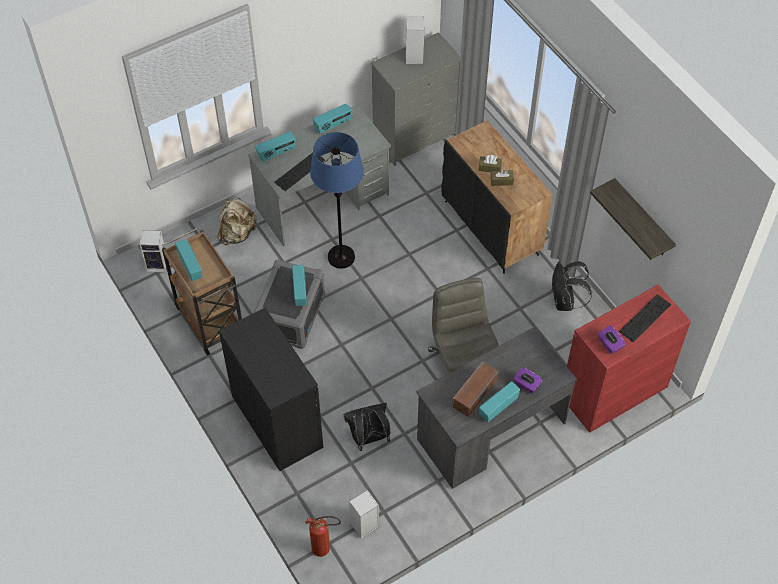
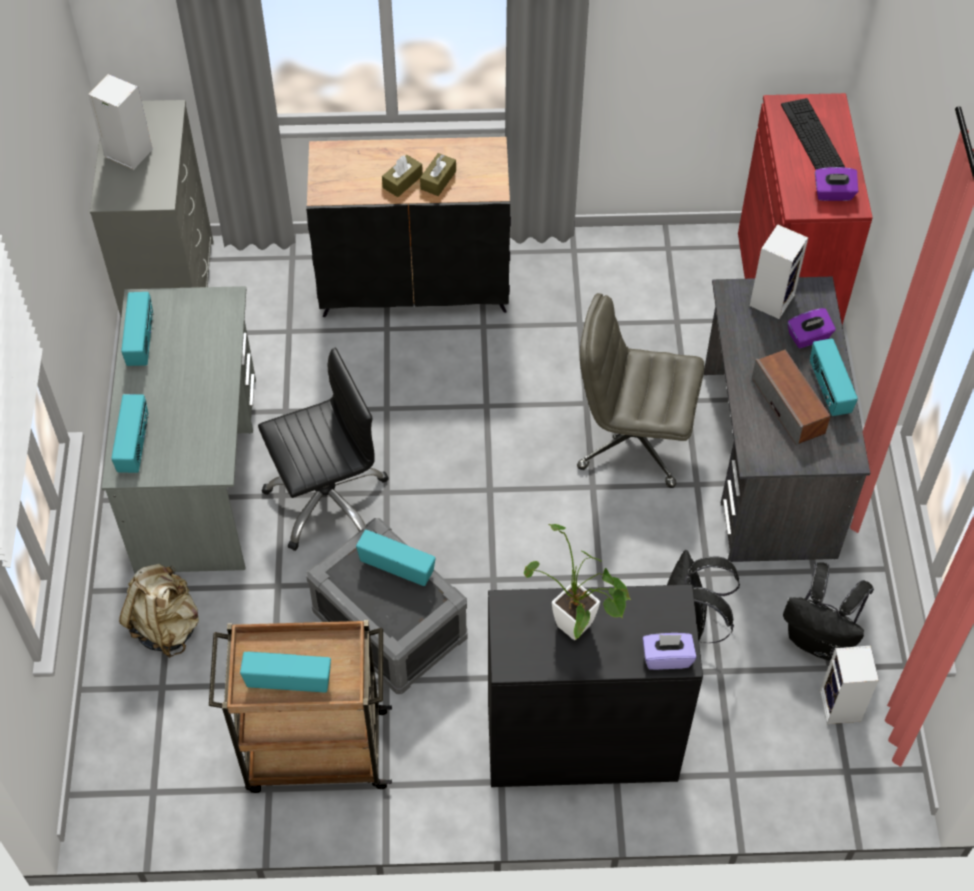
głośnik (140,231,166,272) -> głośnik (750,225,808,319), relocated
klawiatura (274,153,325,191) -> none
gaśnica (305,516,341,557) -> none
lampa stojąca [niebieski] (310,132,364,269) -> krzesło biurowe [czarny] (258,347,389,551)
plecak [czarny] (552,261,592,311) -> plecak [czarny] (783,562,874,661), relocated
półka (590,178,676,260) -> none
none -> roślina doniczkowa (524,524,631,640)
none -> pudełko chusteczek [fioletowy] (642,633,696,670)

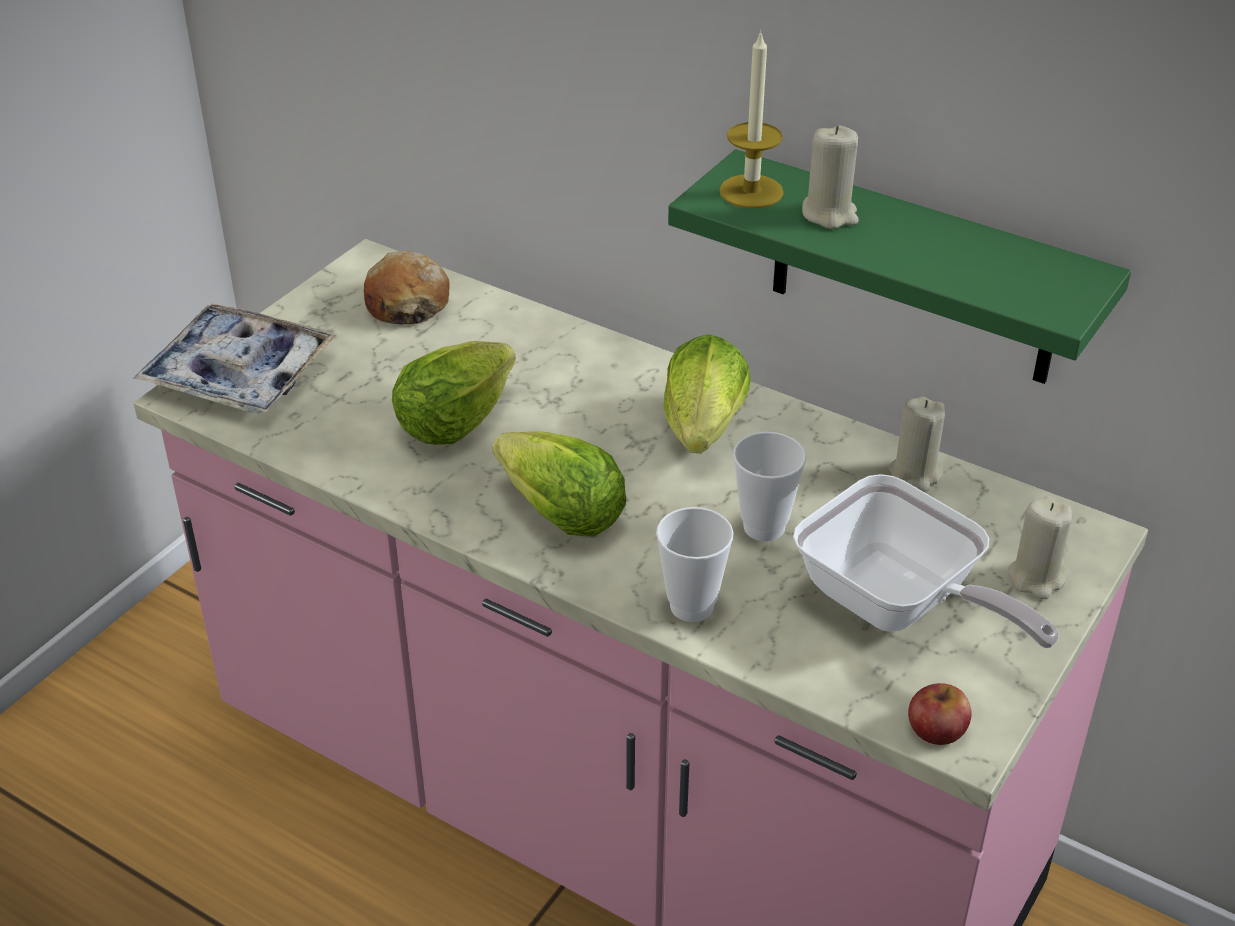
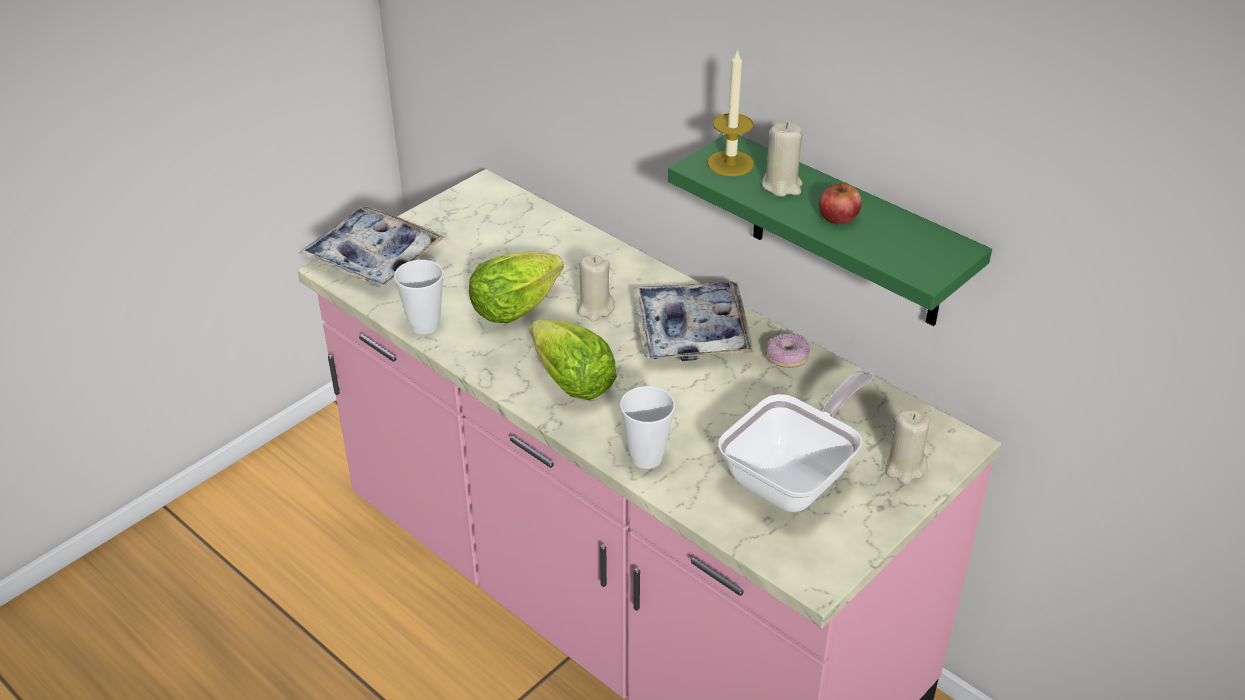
chleb (364,251,450,324) -> none
sałata (664,334,751,454) -> taca (634,281,754,361)
filiżanka (733,432,806,541) -> filiżanka (394,260,444,335), relocated
patelnia (793,474,1059,648) -> patelnia (718,370,873,512), 105 degrees counterclockwise
świeca [beżowy] (889,397,945,492) -> świeca [beżowy] (577,255,615,322), relocated
jabłko (908,683,972,745) -> jabłko (819,182,862,224), relocated
none -> donut (766,333,810,368)

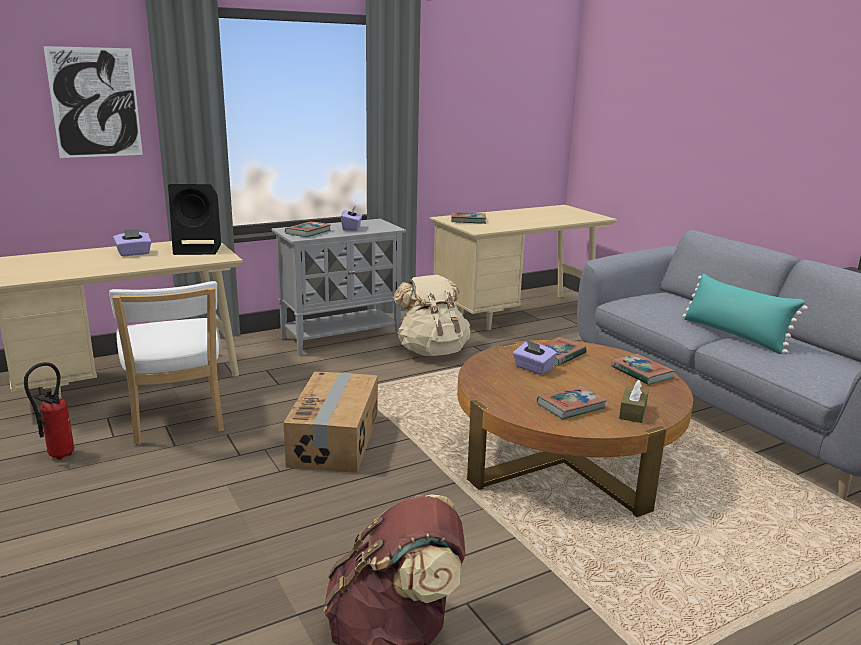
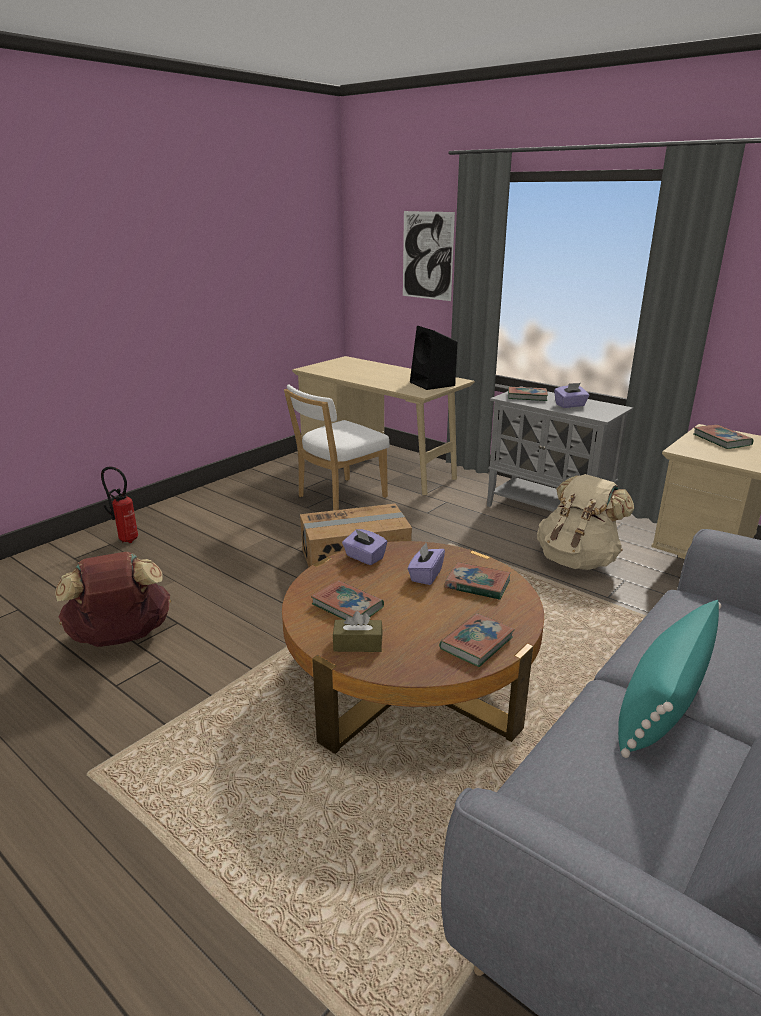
gaśnica (24,362,74,460) -> gaśnica (101,467,138,543), relocated
pudełko chusteczek [fioletowy] (113,229,151,256) -> pudełko chusteczek [fioletowy] (342,529,387,565), relocated

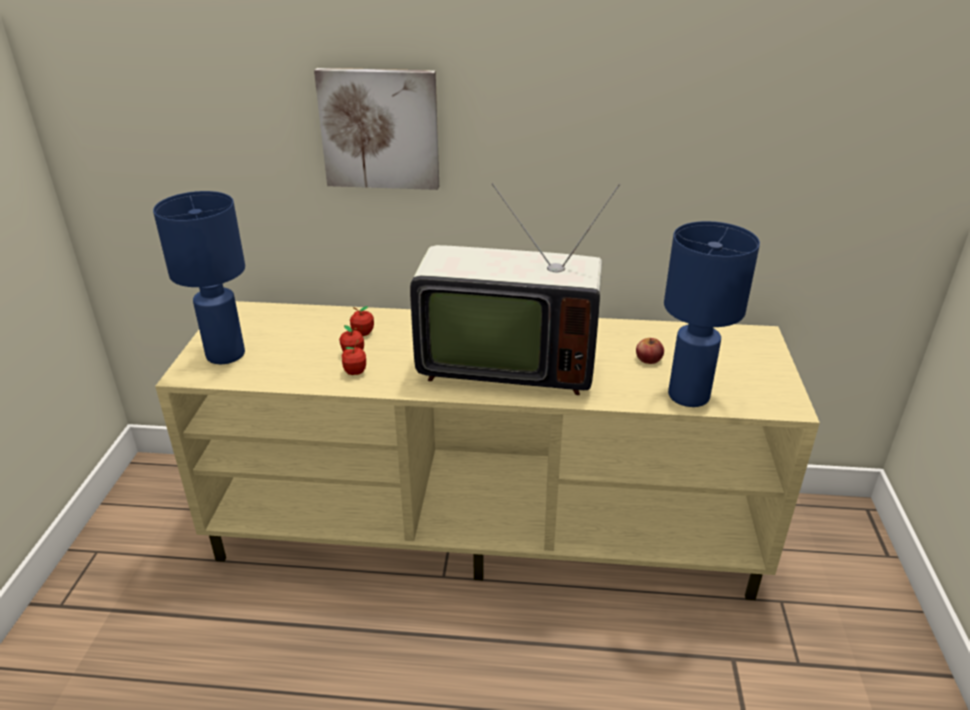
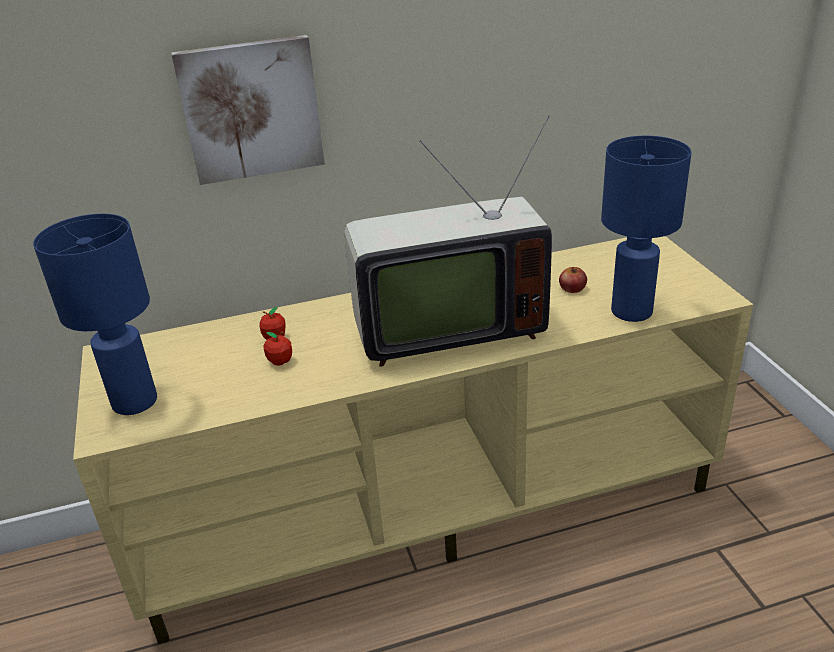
jabłko (342,340,366,375) -> none

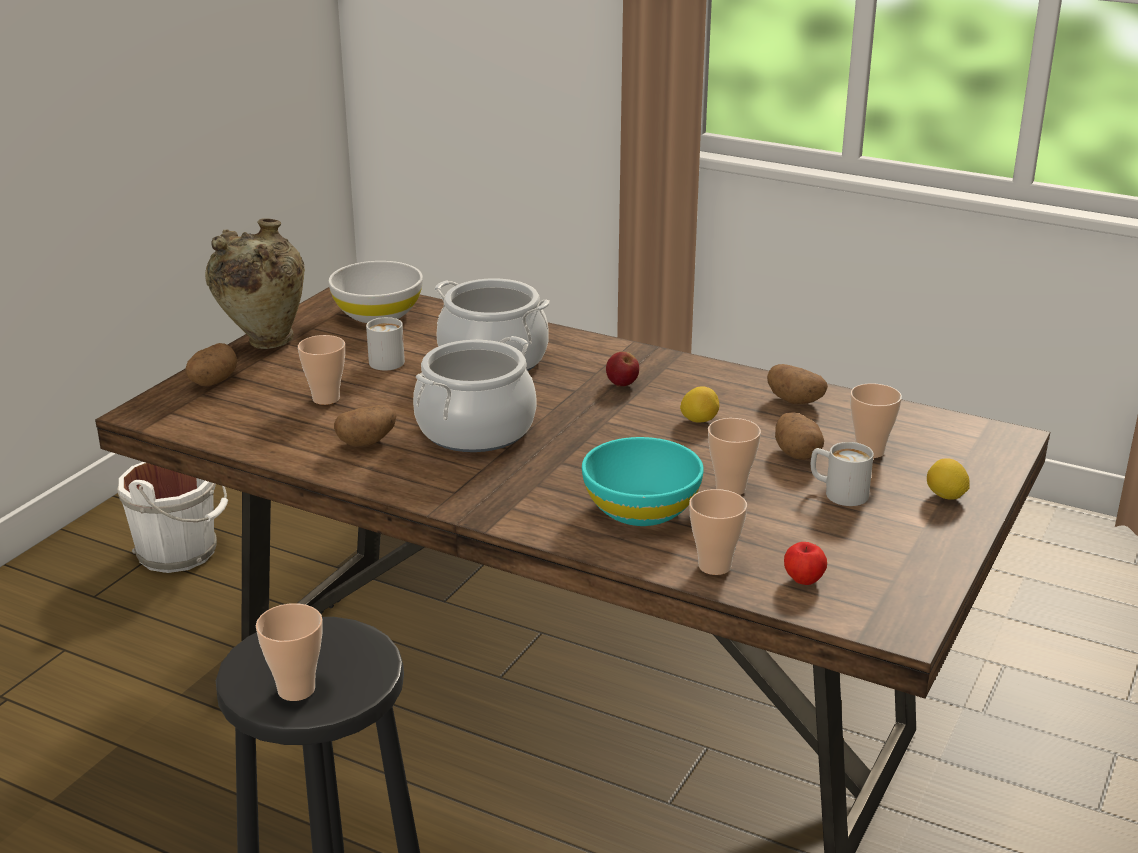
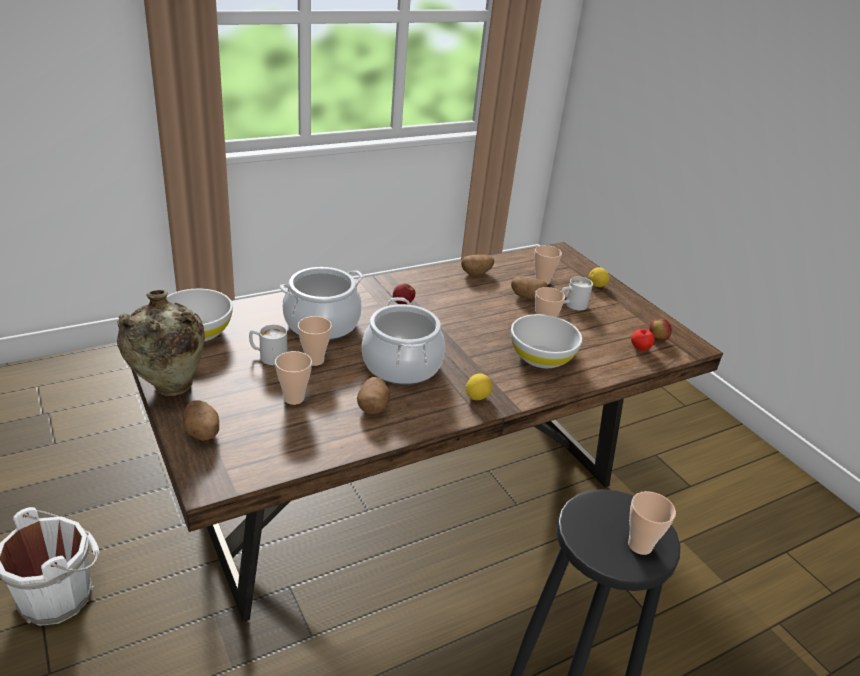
miska [turkusowy] (582,437,704,526) -> miska [biały] (511,314,582,368)
cytryna (680,386,719,423) -> cytryna (466,373,492,400), relocated
filiżanka (689,489,747,575) -> filiżanka (298,316,332,366), relocated
none -> jabłko (649,319,672,340)

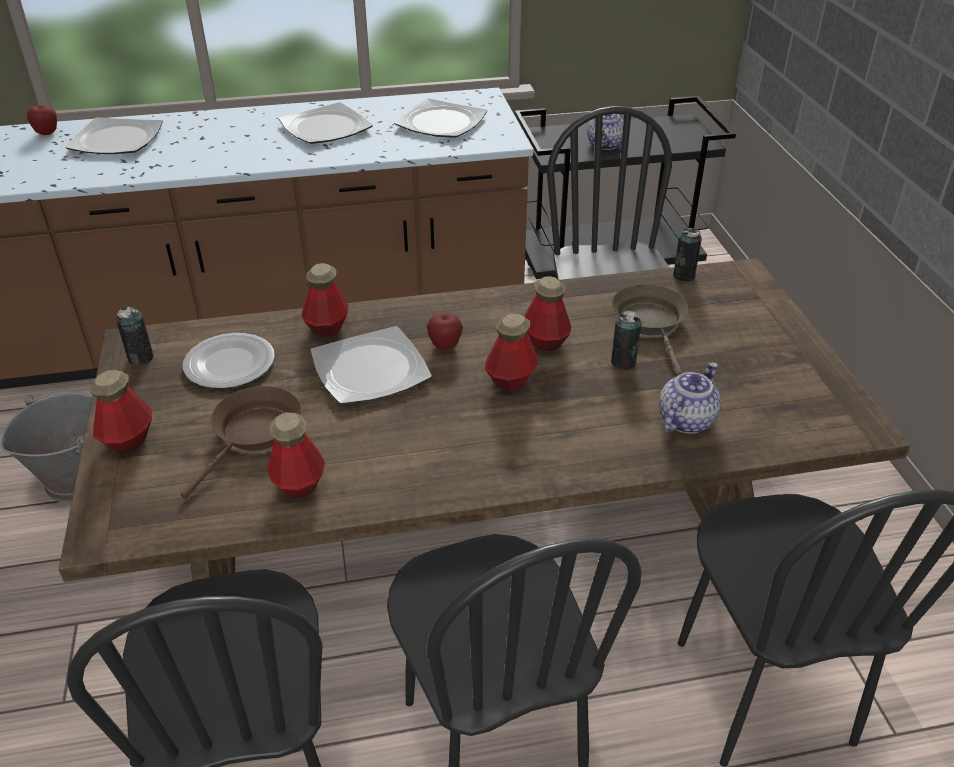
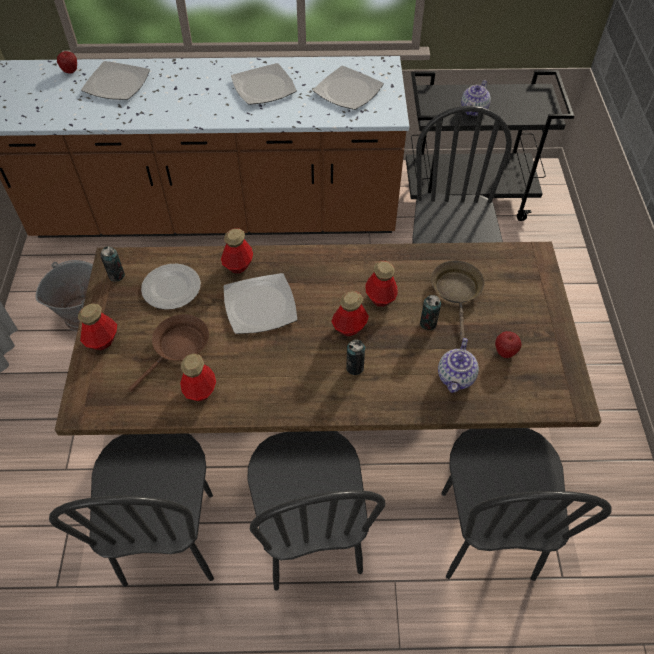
jabłko (427,312,463,350) -> jabłko (495,331,522,358), relocated
imbryk (659,362,721,434) -> imbryk (438,338,479,393), 150 degrees clockwise
puszka (673,228,702,282) -> puszka (346,340,365,375), relocated

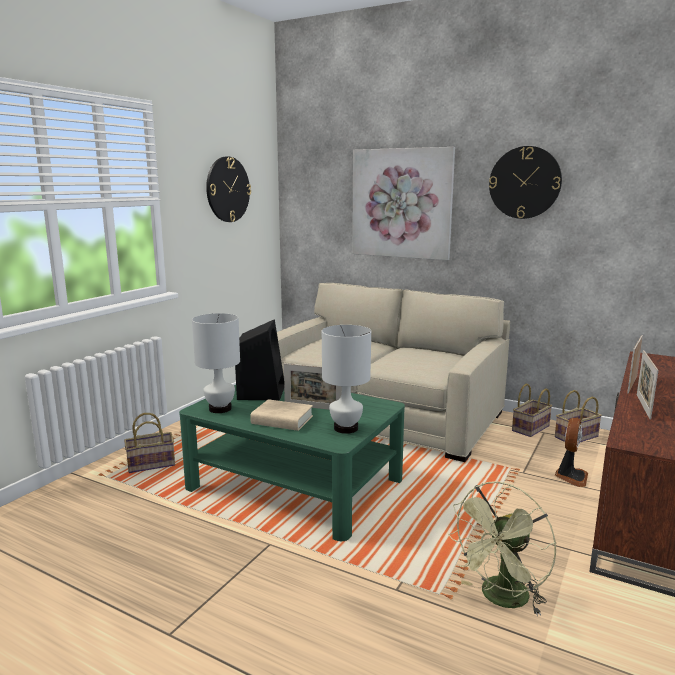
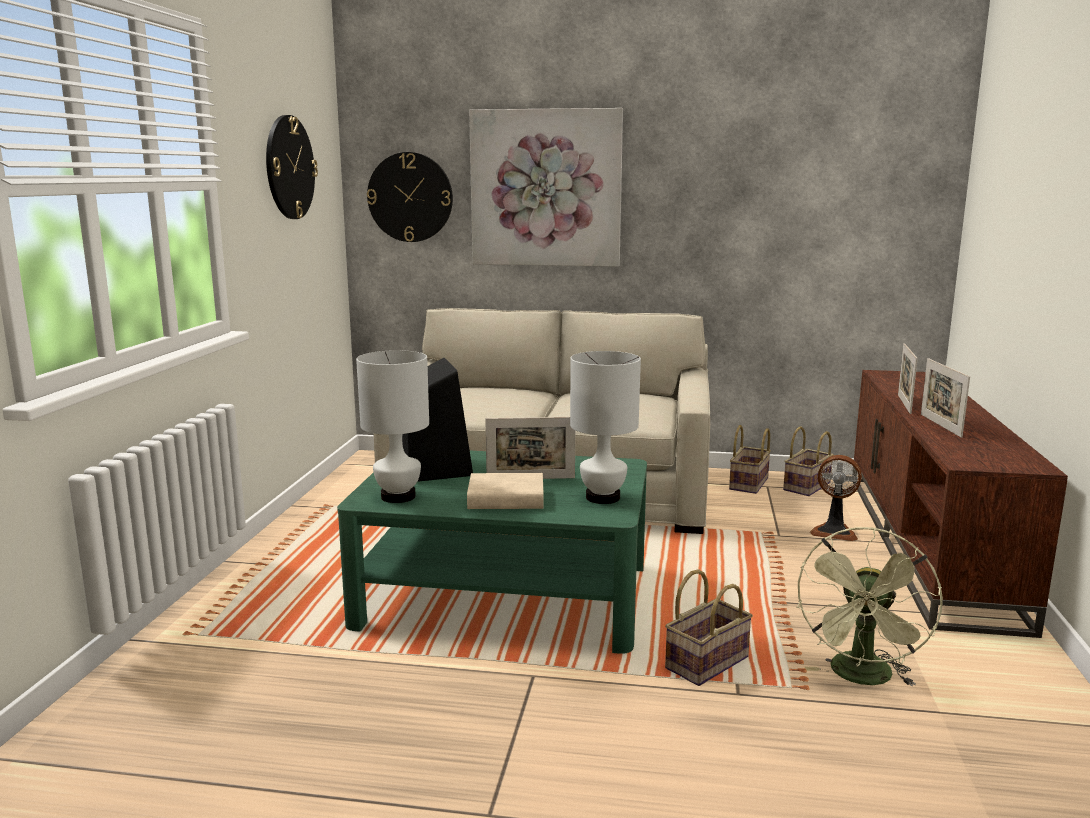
koszyk (124,413,175,473) -> koszyk (665,569,753,686), relocated
zegar ścienny (489,146,562,219) -> zegar ścienny (367,152,453,242), relocated
wentylator (555,418,588,487) -> wentylator (810,455,862,541), 105 degrees clockwise

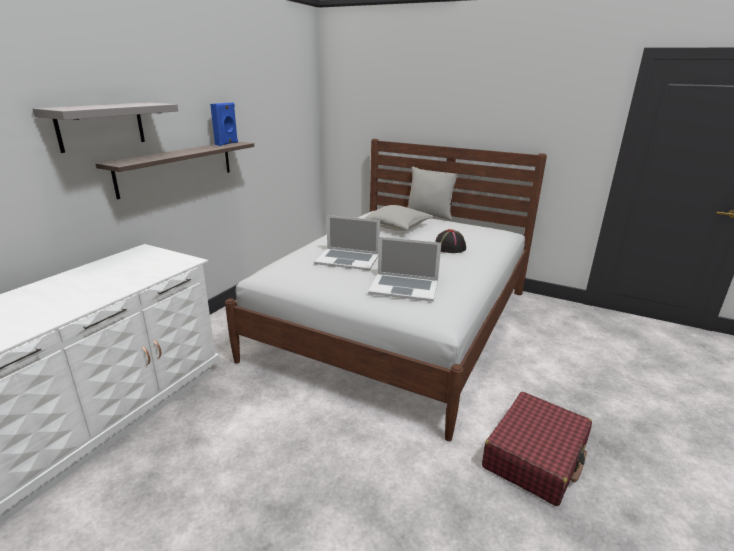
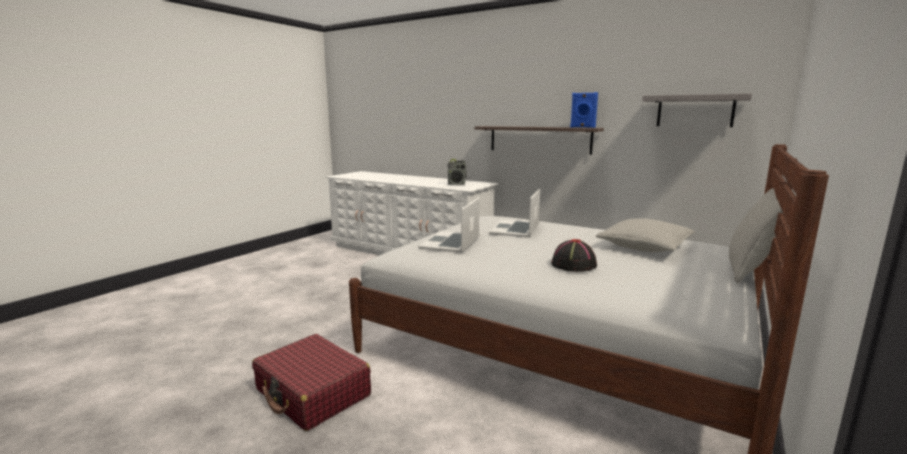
półka [szary] (33,102,178,153) -> półka [szary] (642,94,752,127), relocated
none -> radio (448,159,467,185)

